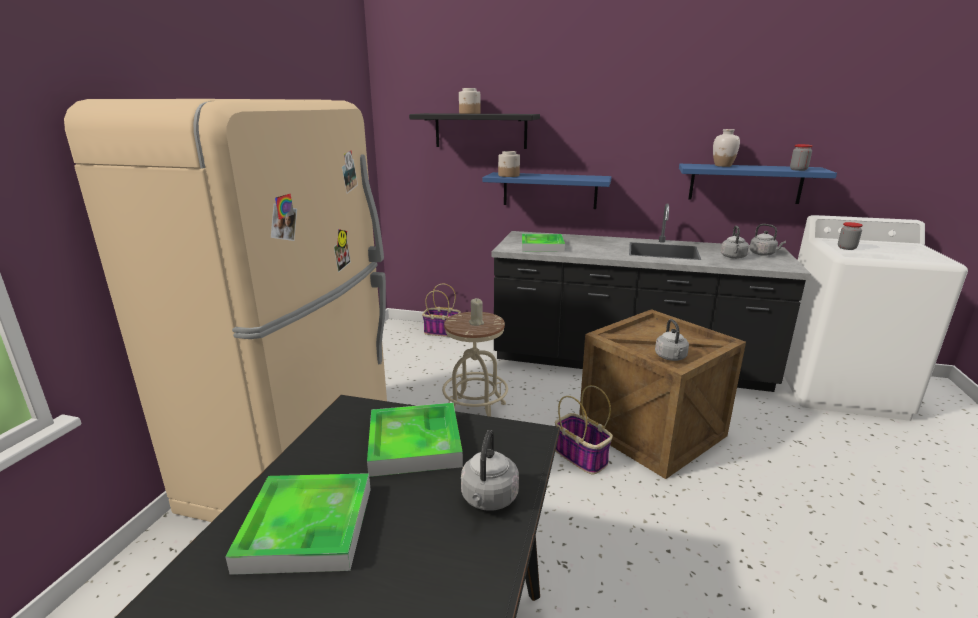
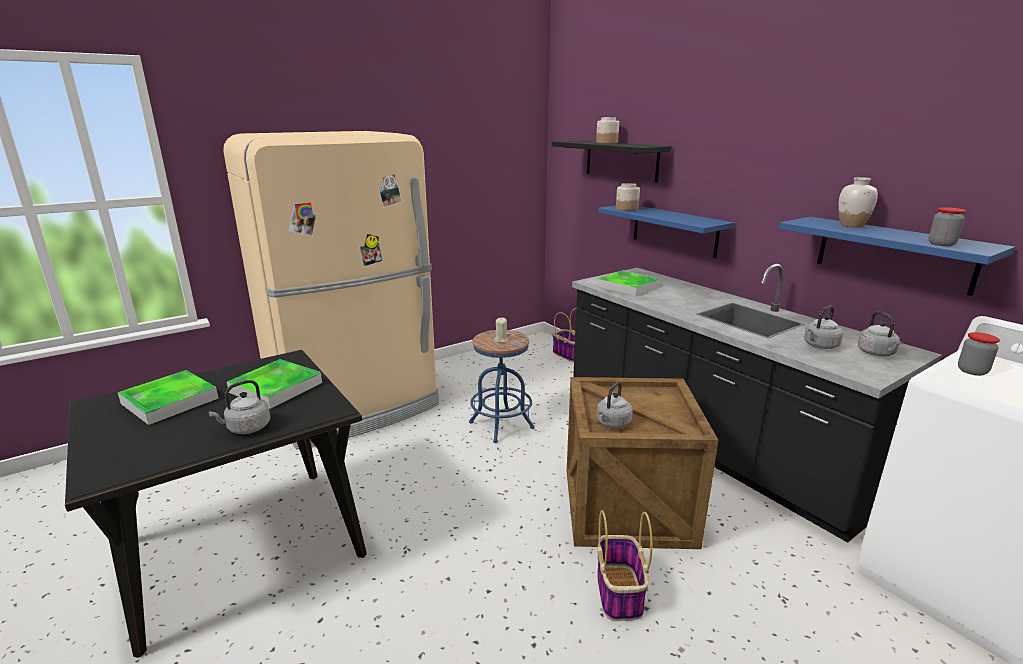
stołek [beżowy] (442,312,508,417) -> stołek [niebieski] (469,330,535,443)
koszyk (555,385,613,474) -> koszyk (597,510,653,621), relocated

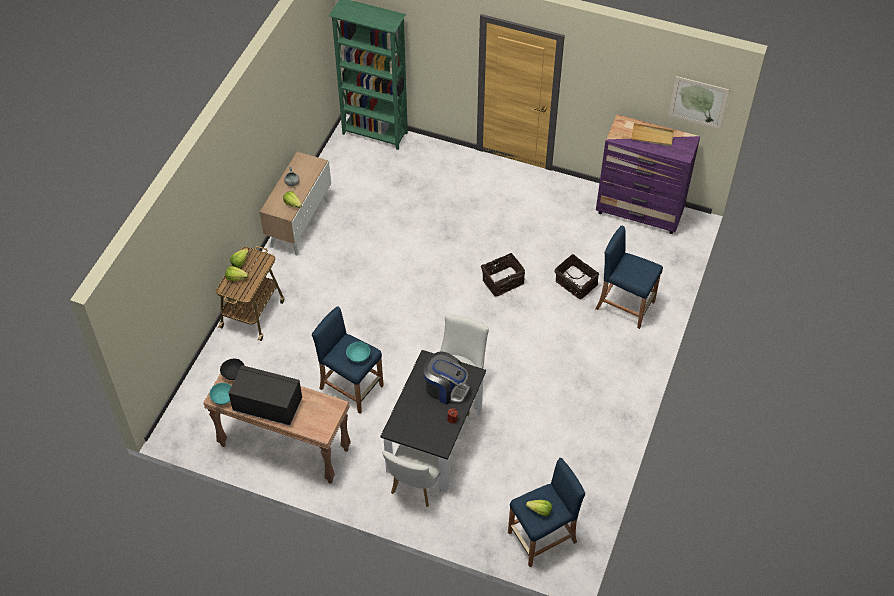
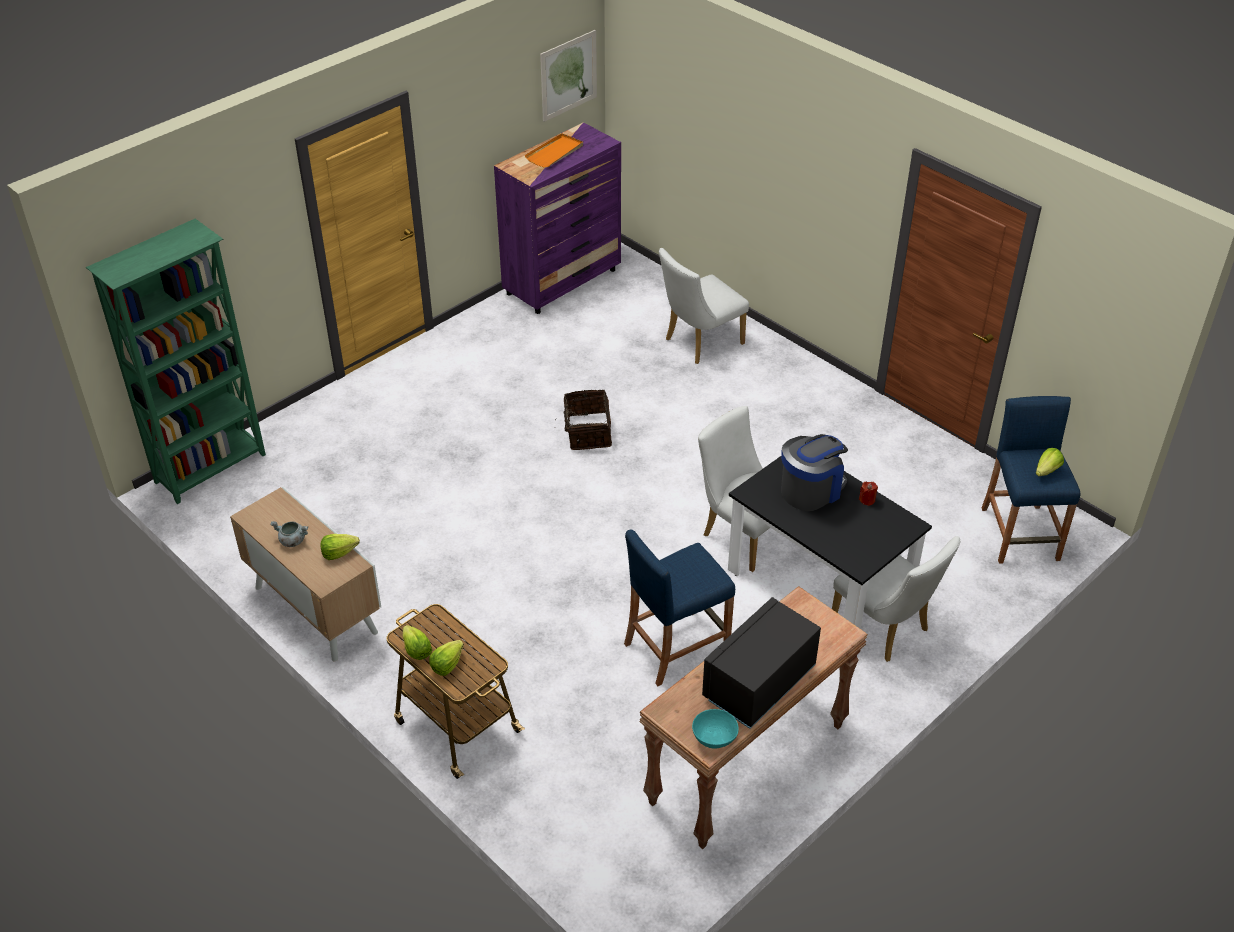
miska [czarny] (220,359,245,380) -> none
miska [turkusowy] (346,341,370,362) -> none
koszyk (555,254,599,299) -> none
stołek [niebieski] (595,225,663,329) -> krzesło [biały] (659,248,749,364)
taca [beżowy] (631,123,674,146) -> taca [pomarańczowy] (525,133,583,168)

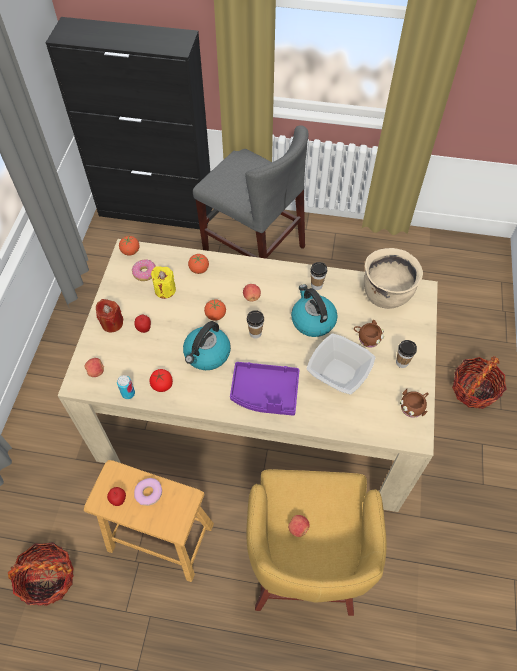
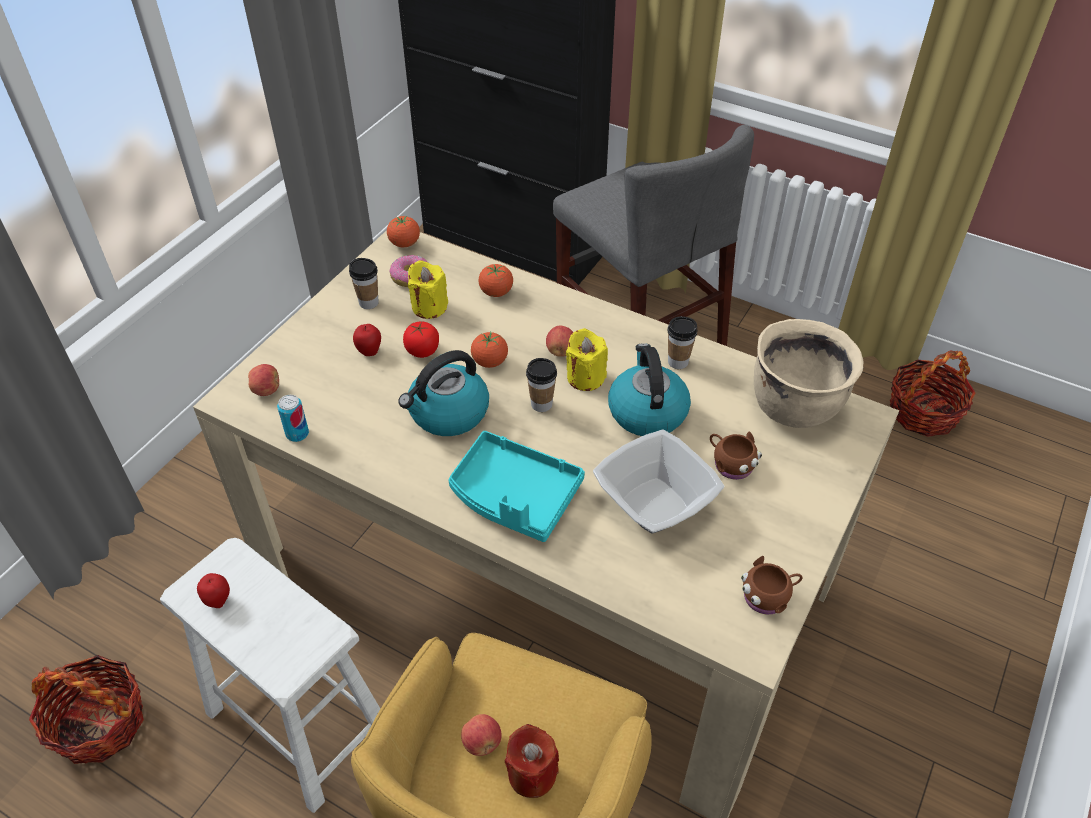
stołek [brązowy] (84,460,214,582) -> stołek [biały] (160,538,380,813)
świeca [czerwony] (96,299,124,333) -> świeca [czerwony] (505,724,559,798), relocated
donut (134,478,162,506) -> none
pomidor (149,369,173,392) -> pomidor (403,321,439,358), relocated
taca [fioletowy] (230,362,299,416) -> taca [turkusowy] (448,431,585,542)
filiżanka (396,340,417,368) -> filiżanka (349,258,379,309), relocated
koszyk (452,356,506,409) -> koszyk (890,350,976,437), relocated
none -> świeca [żółty] (566,328,608,391)

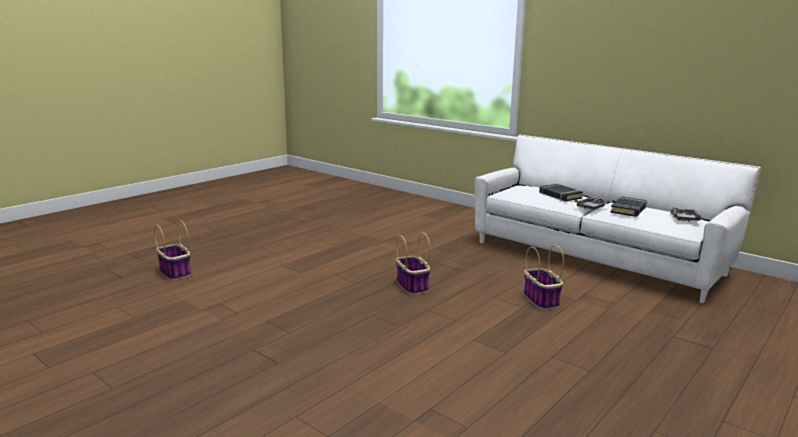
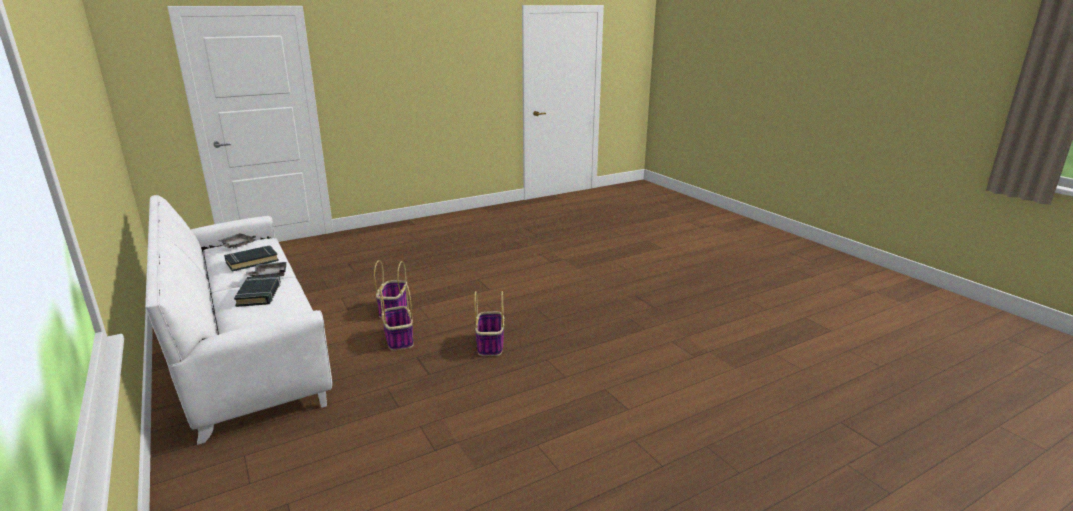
koszyk (154,220,191,280) -> koszyk (379,285,414,351), relocated

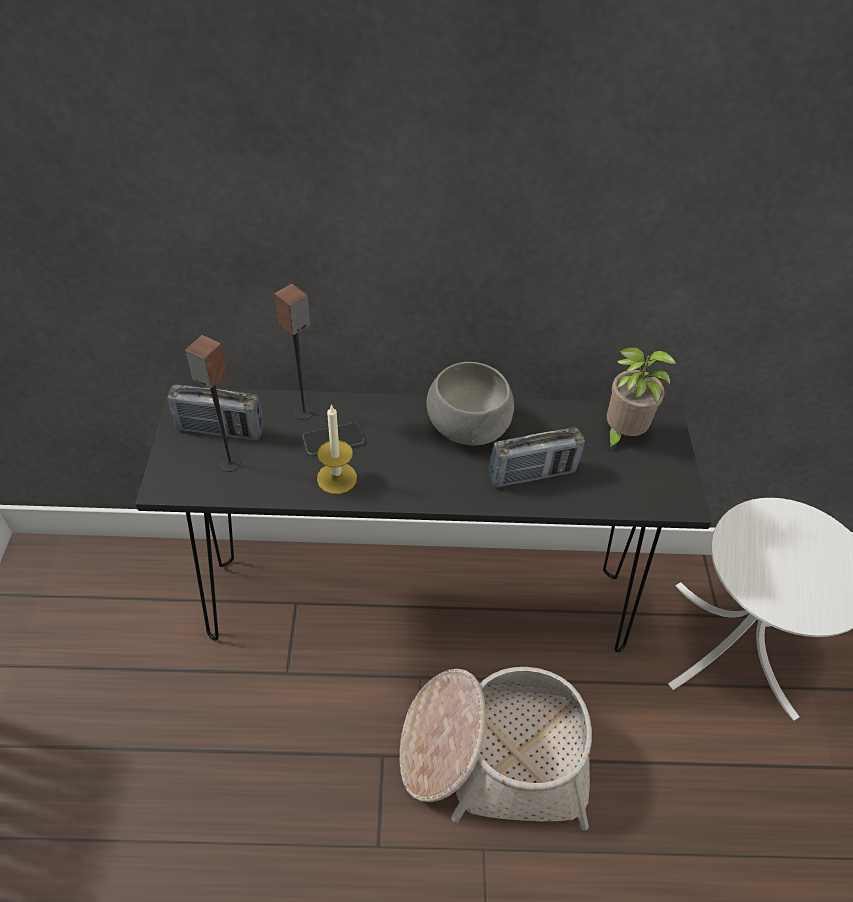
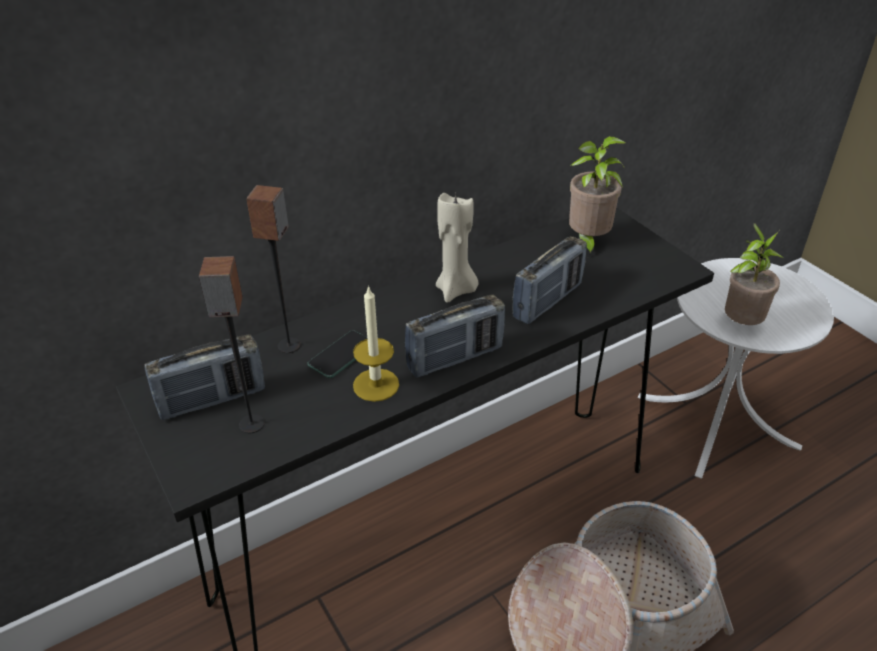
miska [szary] (426,362,514,446) -> świeca [beżowy] (436,193,478,303)
none -> radio (405,294,505,378)
none -> roślina doniczkowa (725,223,783,325)

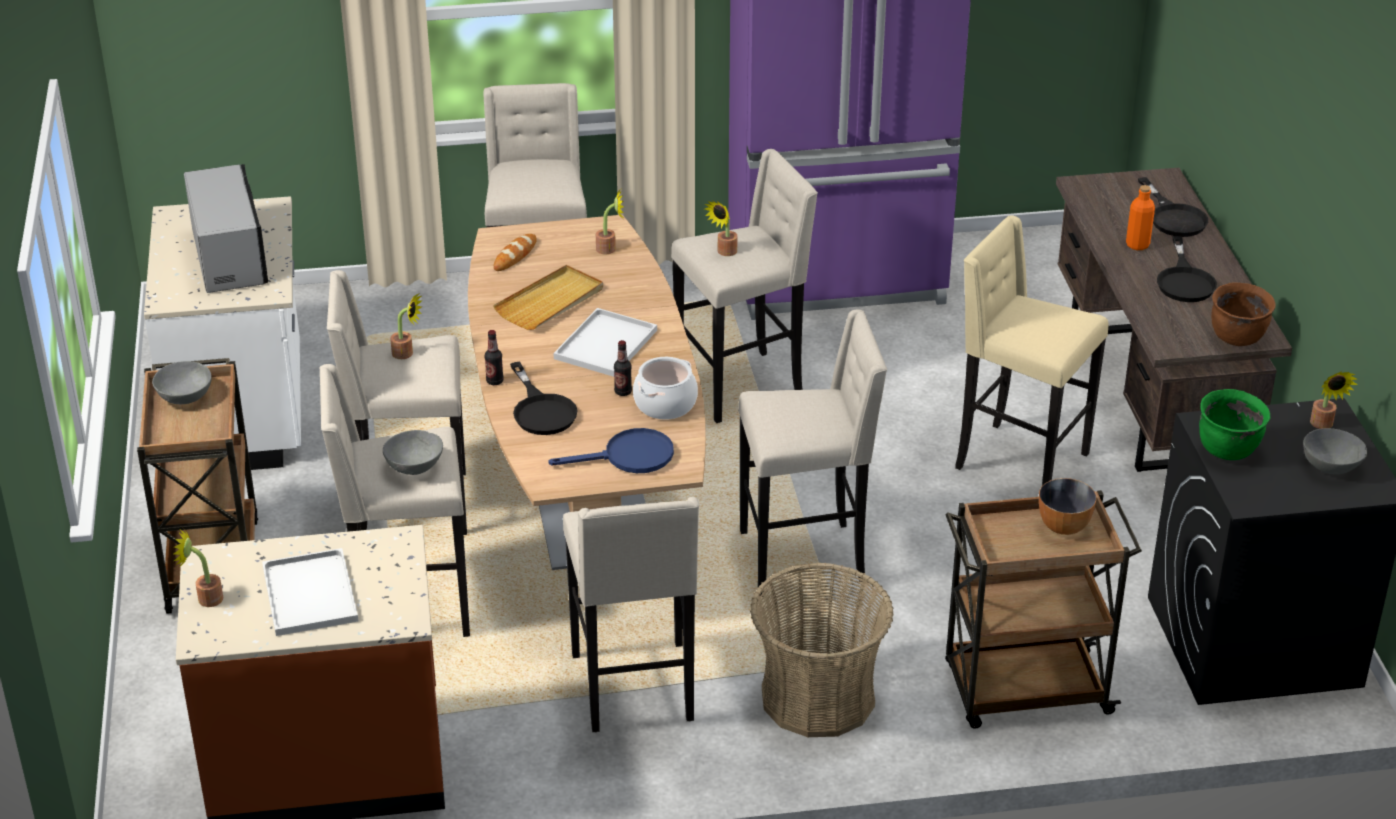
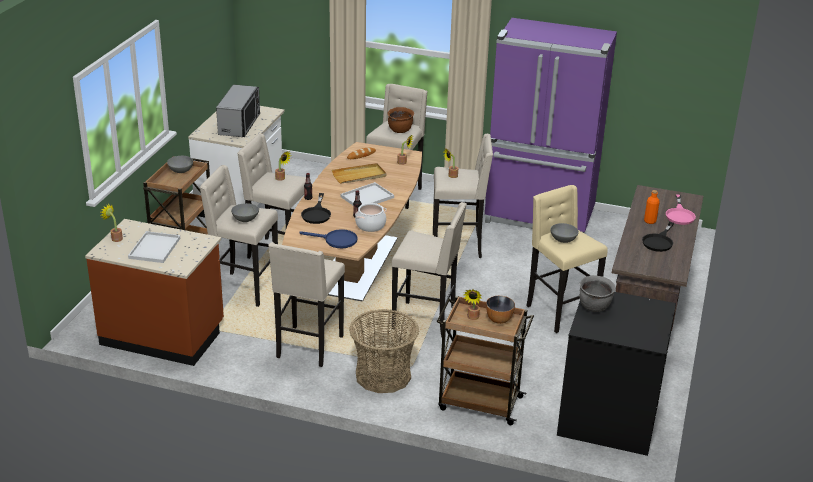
patelnia [czarny] (1138,177,1208,237) -> patelnia [różowy] (666,194,696,225)
garnek [zielony] (1199,389,1270,460) -> garnek [szary] (579,275,615,312)
garnek [brązowy] (1211,282,1275,346) -> garnek [brązowy] (387,107,414,133), relocated
miska [szary] (1303,428,1367,474) -> miska [szary] (550,223,579,243), relocated
roślina doniczkowa (1310,371,1358,429) -> roślina doniczkowa (464,289,482,320), relocated

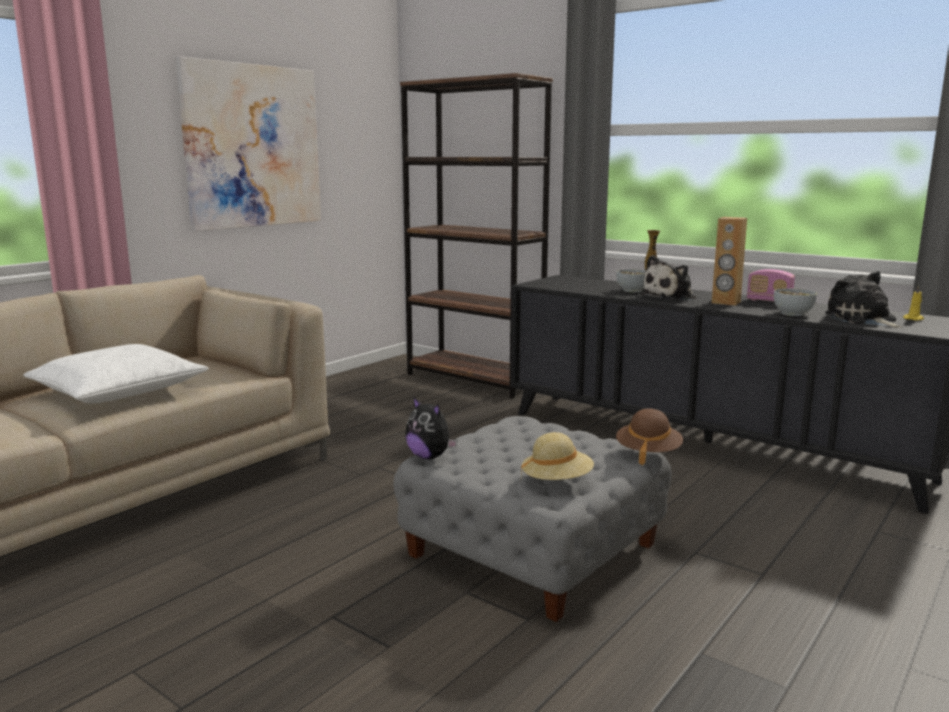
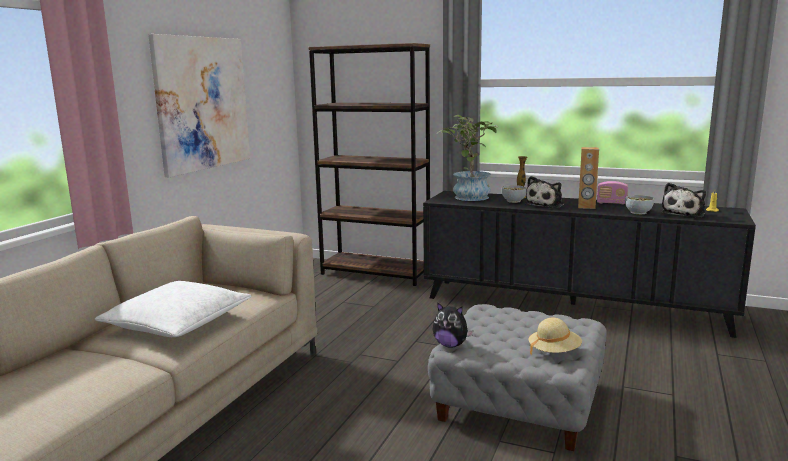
kapelusz [brązowy] (616,408,683,465) -> none
pluszak (825,271,903,328) -> pluszak (661,183,706,217), 105 degrees counterclockwise
none -> roślina doniczkowa (439,115,498,201)

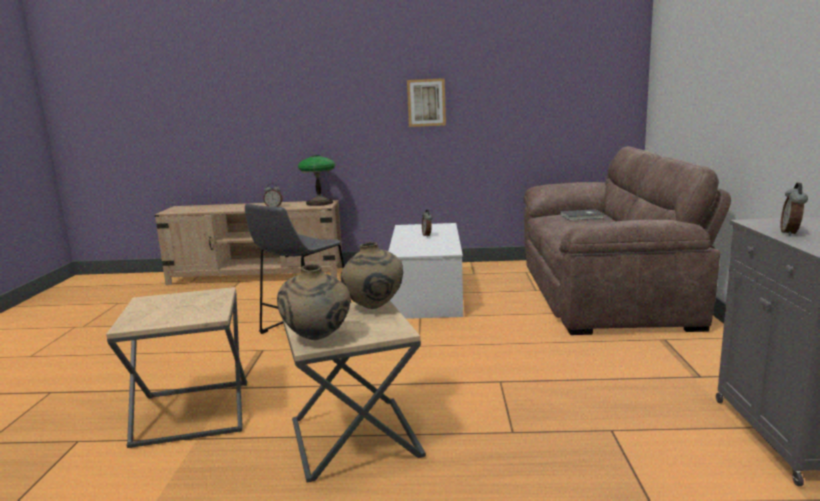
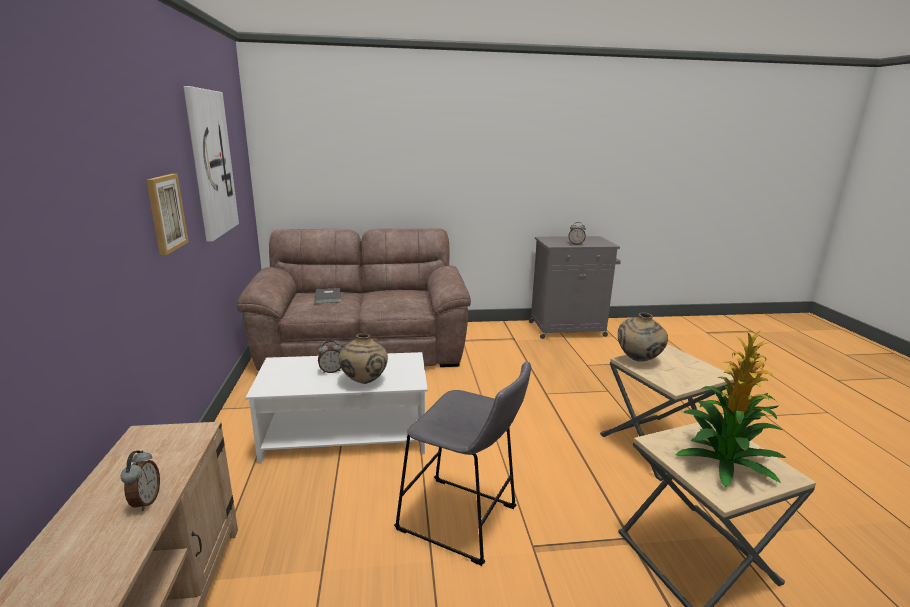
wazon [beżowy] (277,264,351,340) -> wazon [beżowy] (338,333,388,384), relocated
lampa stołowa (298,155,335,206) -> none
none -> obraz (183,86,239,242)
none -> roślina doniczkowa (676,331,786,487)

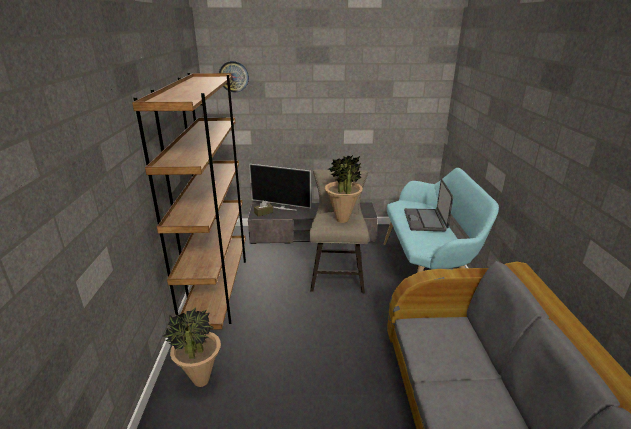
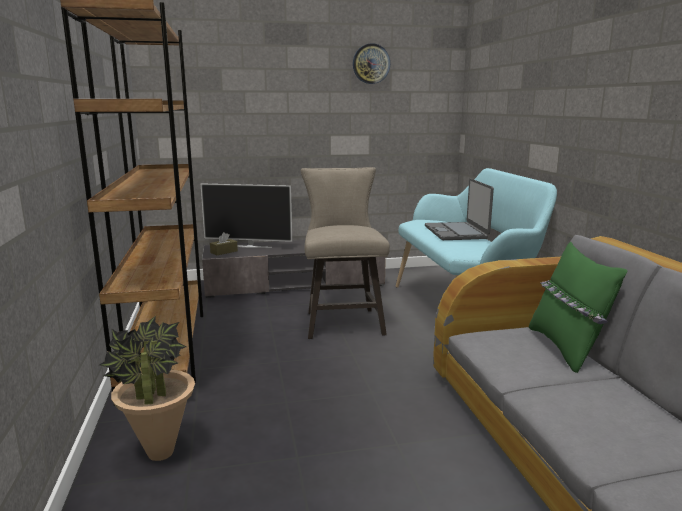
zegar ścienny (219,61,249,92) -> zegar ścienny (353,43,390,84), relocated
roślina doniczkowa (325,155,363,223) -> none
none -> poduszka [zielony] (529,242,627,373)

